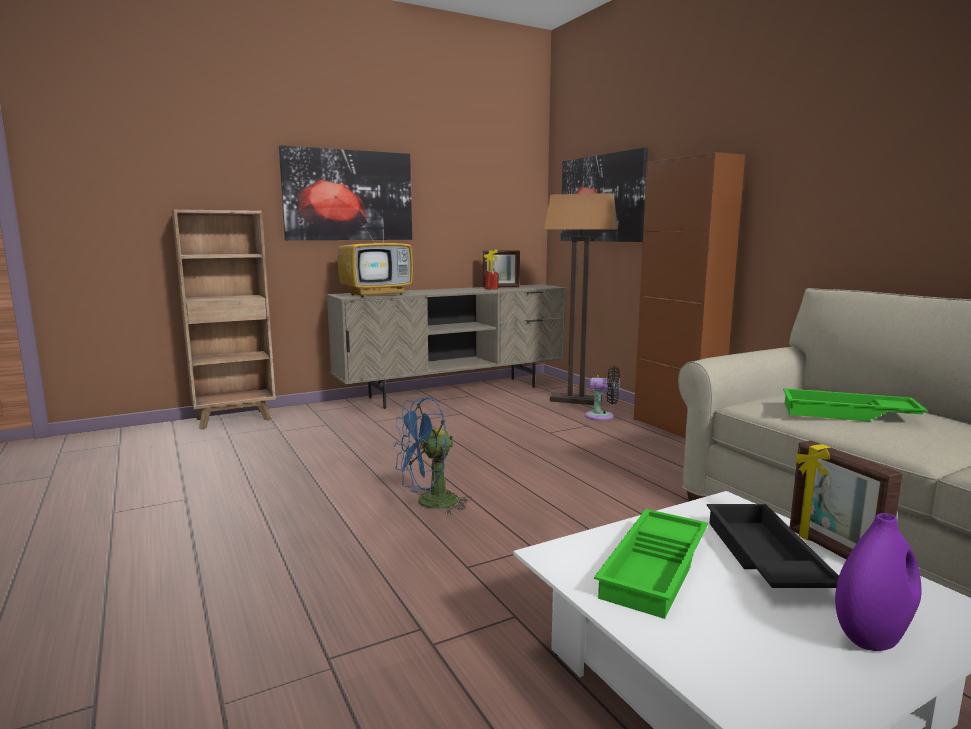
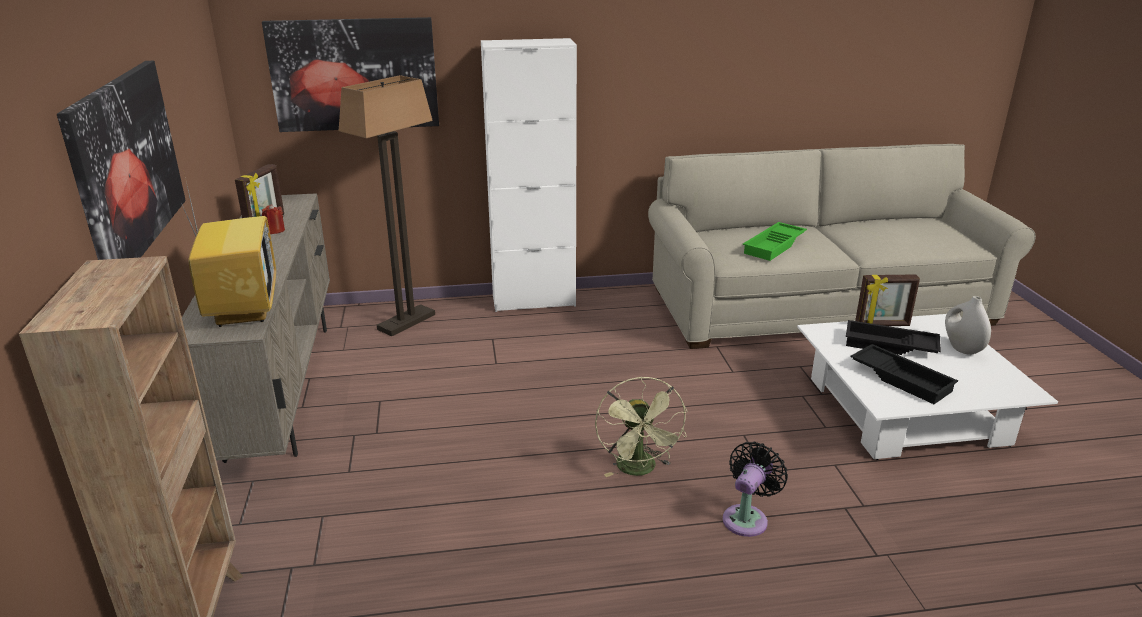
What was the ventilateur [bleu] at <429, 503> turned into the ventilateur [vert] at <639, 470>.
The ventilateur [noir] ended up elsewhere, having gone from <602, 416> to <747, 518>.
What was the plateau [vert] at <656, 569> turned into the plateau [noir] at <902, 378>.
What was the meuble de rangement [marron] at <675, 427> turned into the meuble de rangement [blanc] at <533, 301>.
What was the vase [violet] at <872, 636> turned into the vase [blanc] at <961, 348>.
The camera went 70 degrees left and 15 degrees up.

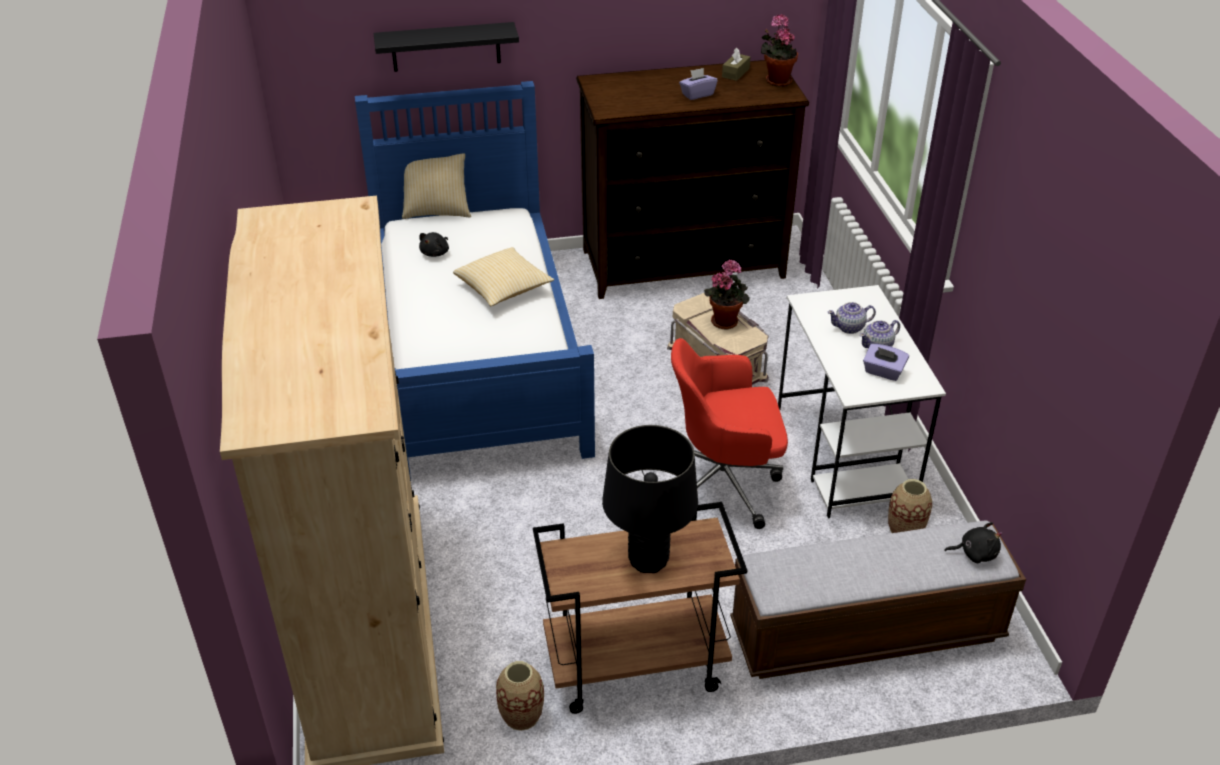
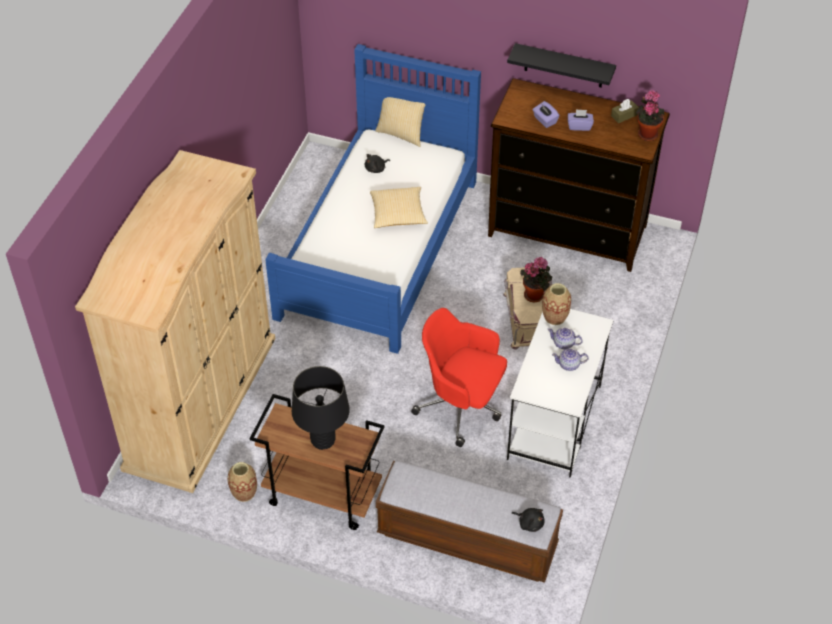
The étagère [noir] ended up elsewhere, having gone from <446, 47> to <564, 66>.
The boîte à mouchoirs [violet] ended up elsewhere, having gone from <883, 372> to <545, 120>.
The vase ended up elsewhere, having gone from <905, 530> to <554, 317>.
The camera went 30 degrees right and 10 degrees up.

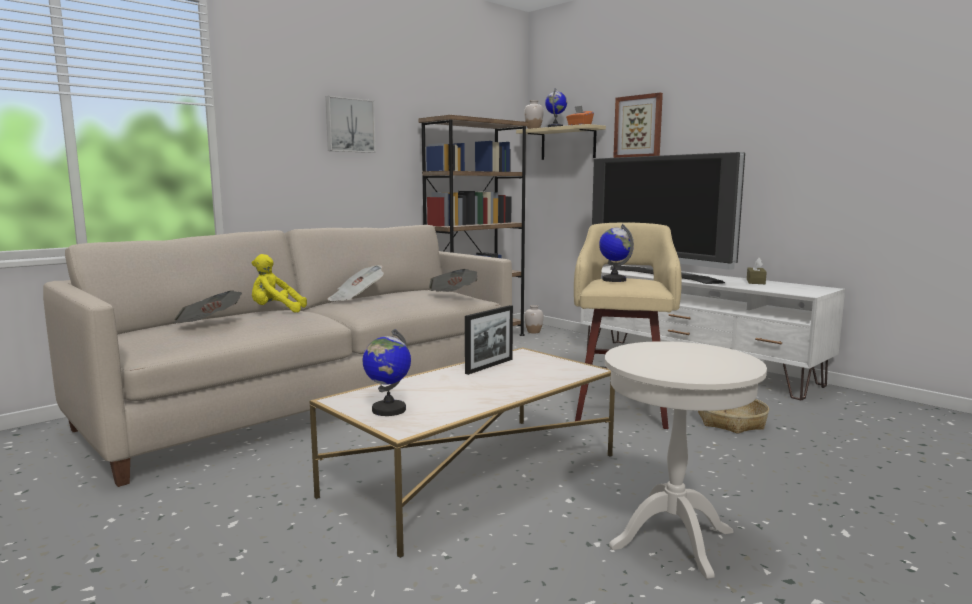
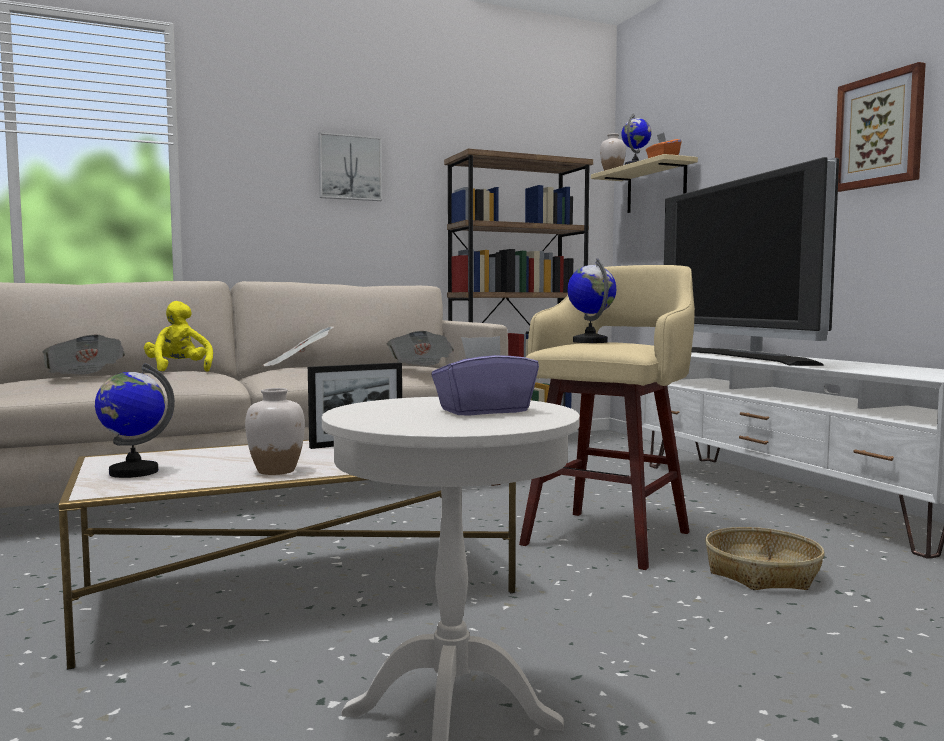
The peluche [jaune] at <275, 311> ended up facing another way, 45 degrees clockwise from before.
The vase [blanc] ended up elsewhere, having gone from <533, 332> to <276, 471>.
The tableau ended up elsewhere, having gone from <638, 127> to <879, 131>.
The second view lost the boîte à mouchoirs [marron] at <755, 282>.
The second view gained the boîte à mouchoirs [violet] at <484, 411>.
The camera went 20 degrees right and 5 degrees down.

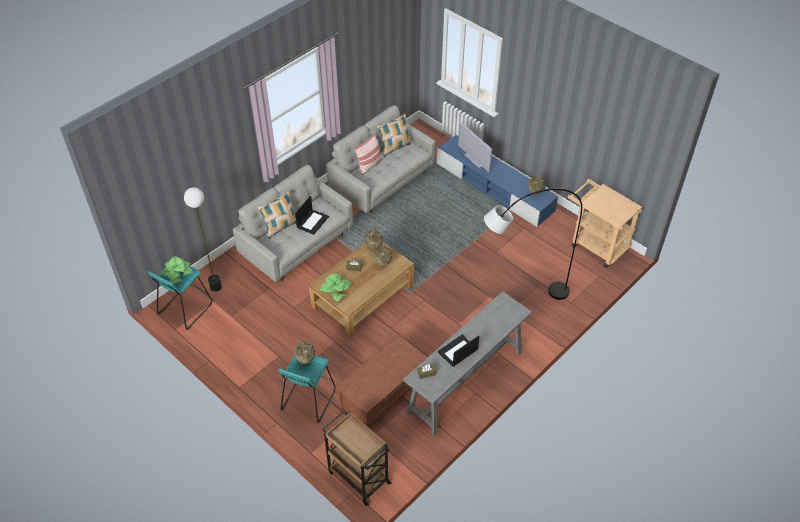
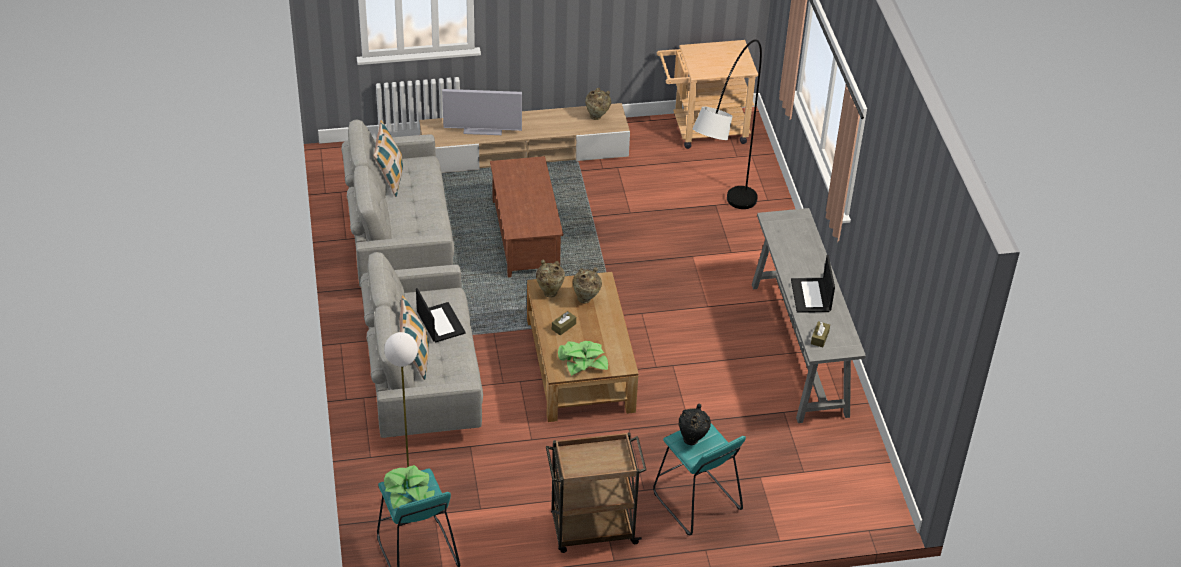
What was the vase [beige] at <305, 362> turned into the vase [noir] at <692, 439>.
The chariot [marron] ended up elsewhere, having gone from <358, 476> to <592, 529>.
The table basse [marron] ended up elsewhere, having gone from <383, 394> to <524, 236>.
The second view lost the coussin at <369, 165>.
What was the meuble télé [bleu] at <494, 187> turned into the meuble télé [beige] at <525, 152>.
The camera went 55 degrees left and 5 degrees down.

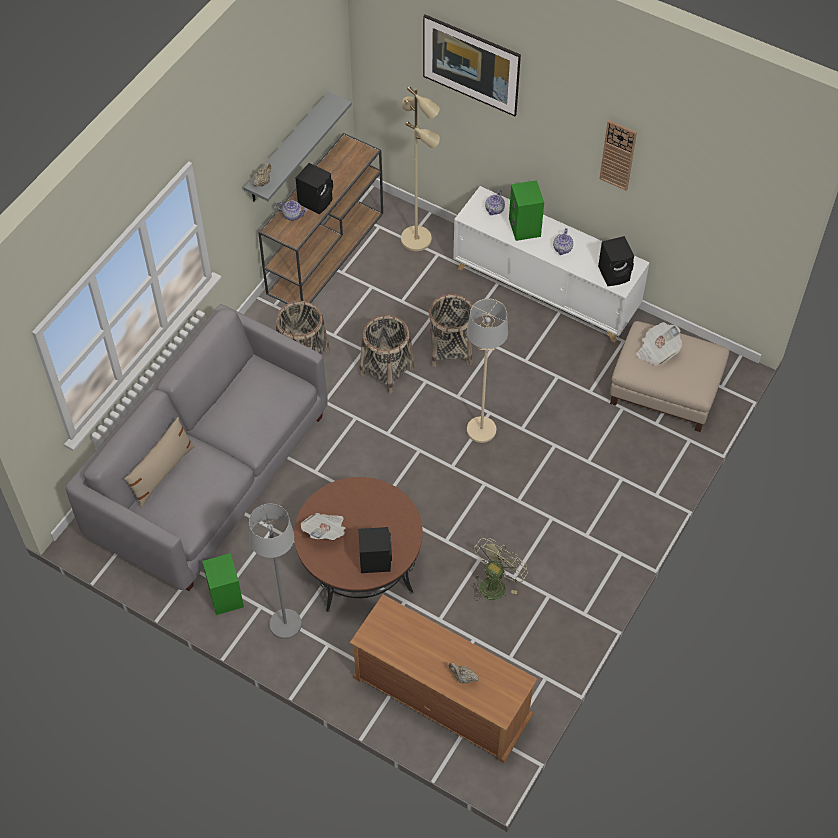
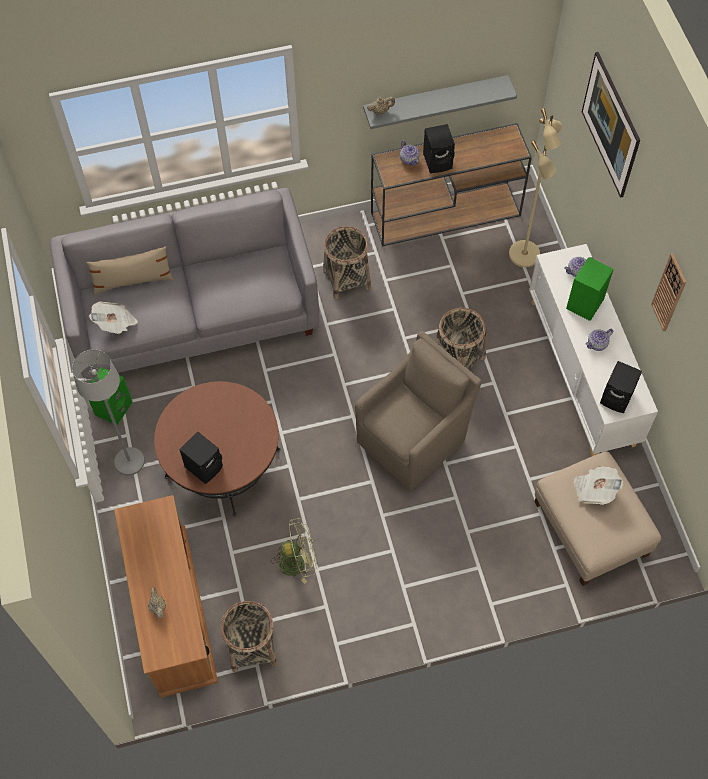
The journal ended up elsewhere, having gone from <325, 532> to <115, 323>.
The panier ended up elsewhere, having gone from <386, 370> to <252, 646>.
Where the lampadaire [beige] stood at <481, 430>, the fauteuil [marron] came to stand at <414, 439>.
The camera went 45 degrees right and 5 degrees up.

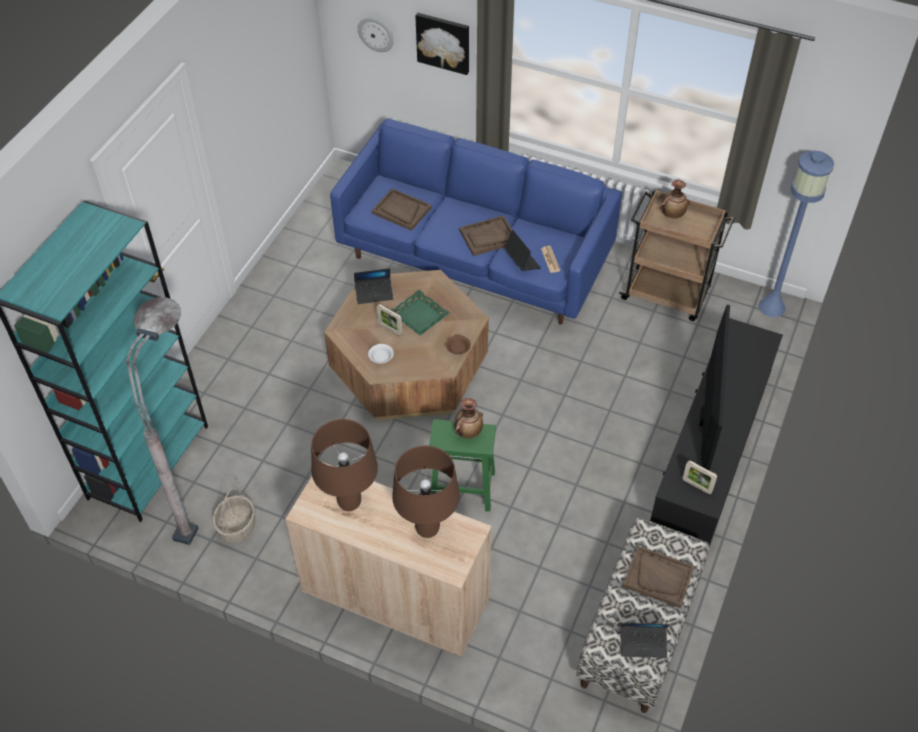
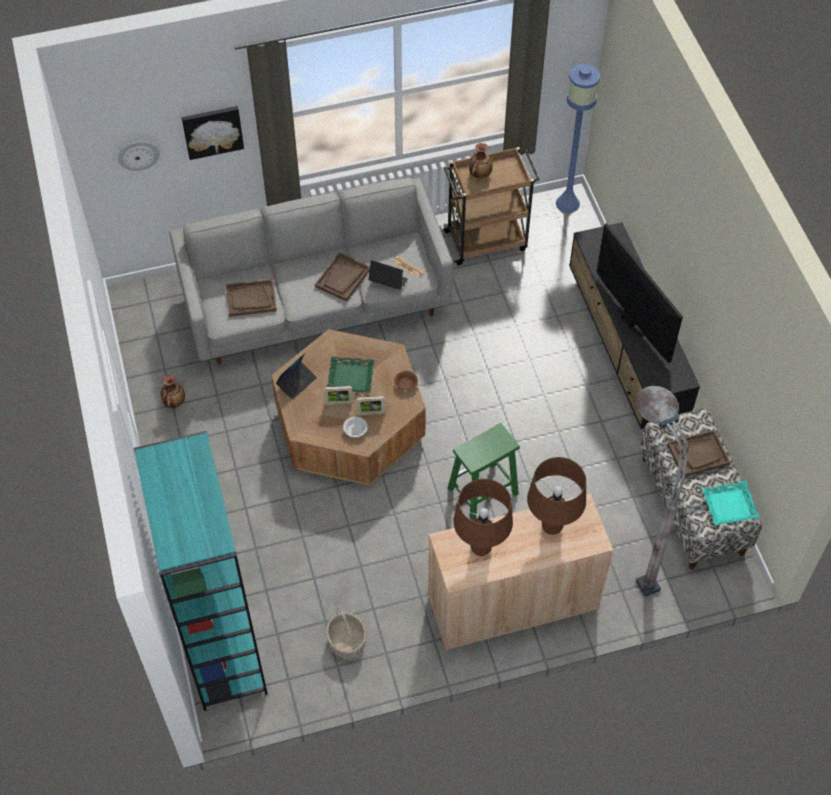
The lampadaire [gris] ended up elsewhere, having gone from <204, 500> to <630, 553>.
What was the canapé [bleu] at <475, 260> turned into the canapé [gris] at <316, 304>.
The vase ended up elsewhere, having gone from <468, 431> to <174, 402>.
Where the ordinateur portable stood at <643, 644>, the plateau [turquoise] came to stand at <729, 505>.
The cadre photo ended up elsewhere, having gone from <697, 486> to <371, 413>.
The camera went 40 degrees left and 5 degrees up.

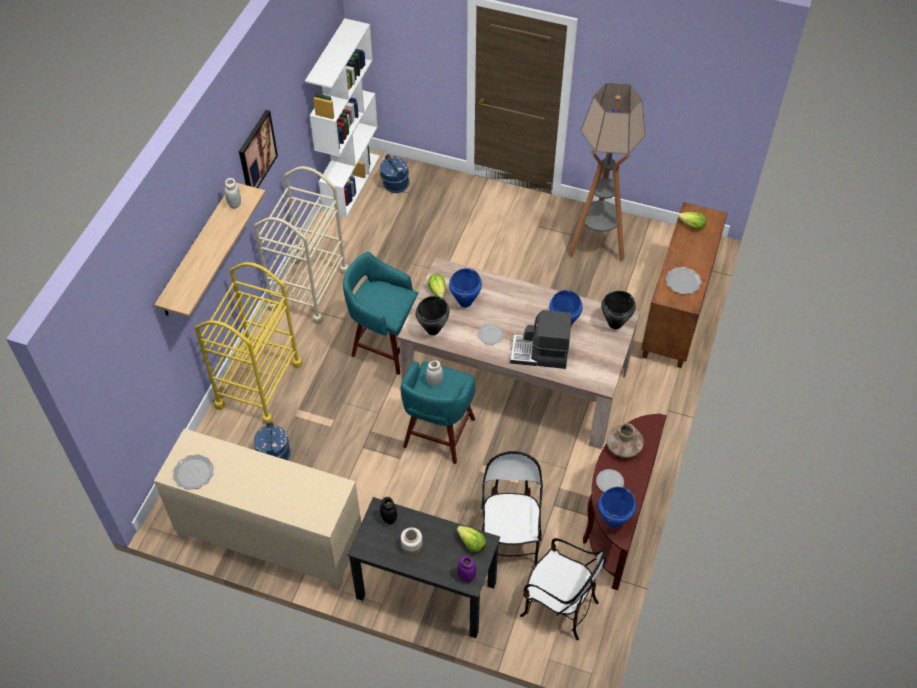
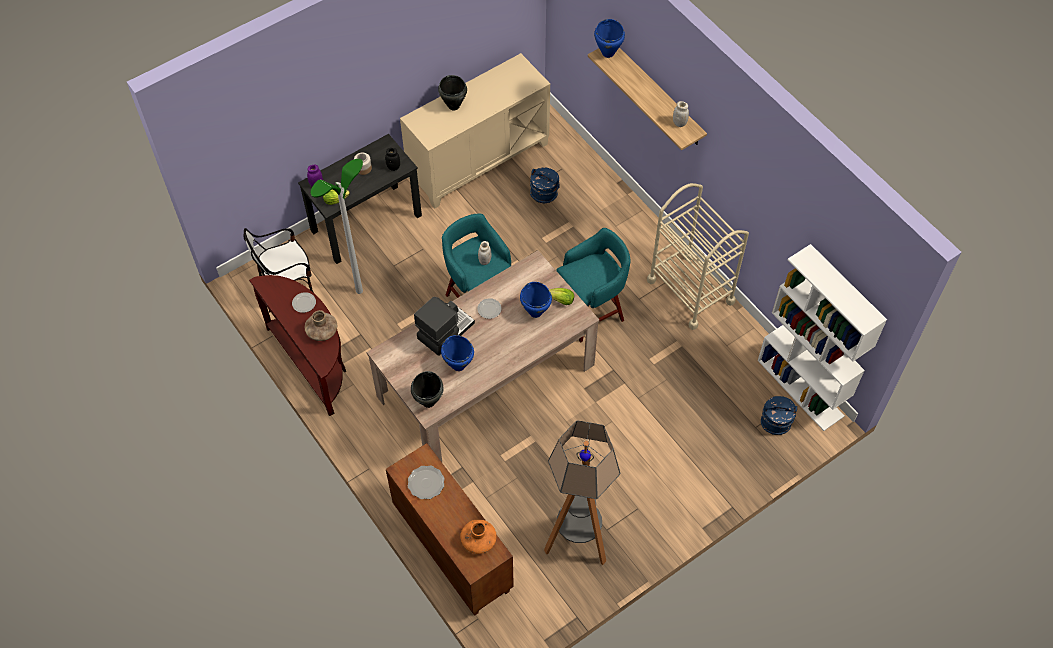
The second view lost the assiette at <193, 473>.
The second view lost the chariot [jaune] at <259, 385>.
The second view lost the tableau at <256, 153>.
The marmite [noir] ended up elsewhere, having gone from <433, 330> to <453, 106>.
Where the chaise stood at <509, 539>, the lampadaire came to stand at <359, 291>.
The marmite [bleu] ended up elsewhere, having gone from <613, 521> to <608, 53>.
Where the laitue stood at <692, 226>, the vase [orange] came to stand at <478, 540>.
The camera went 125 degrees right and 5 degrees up.

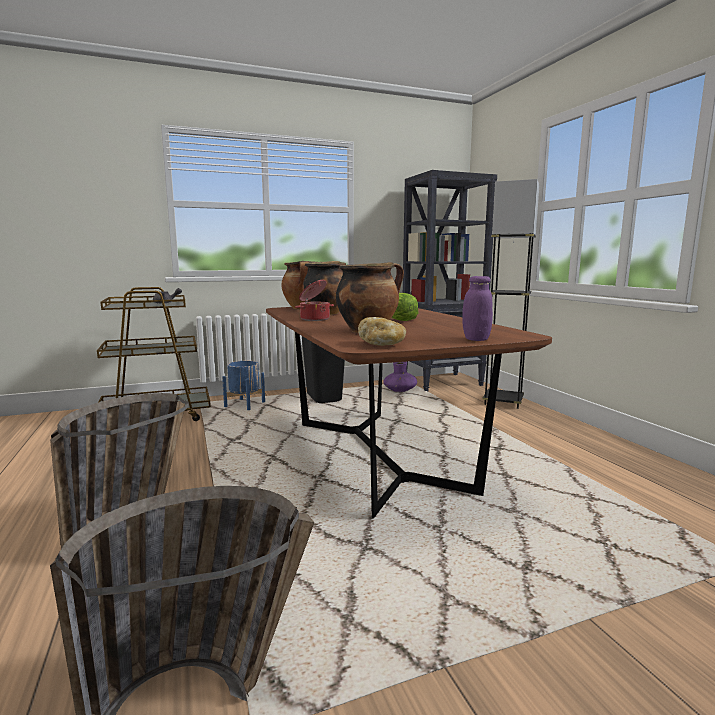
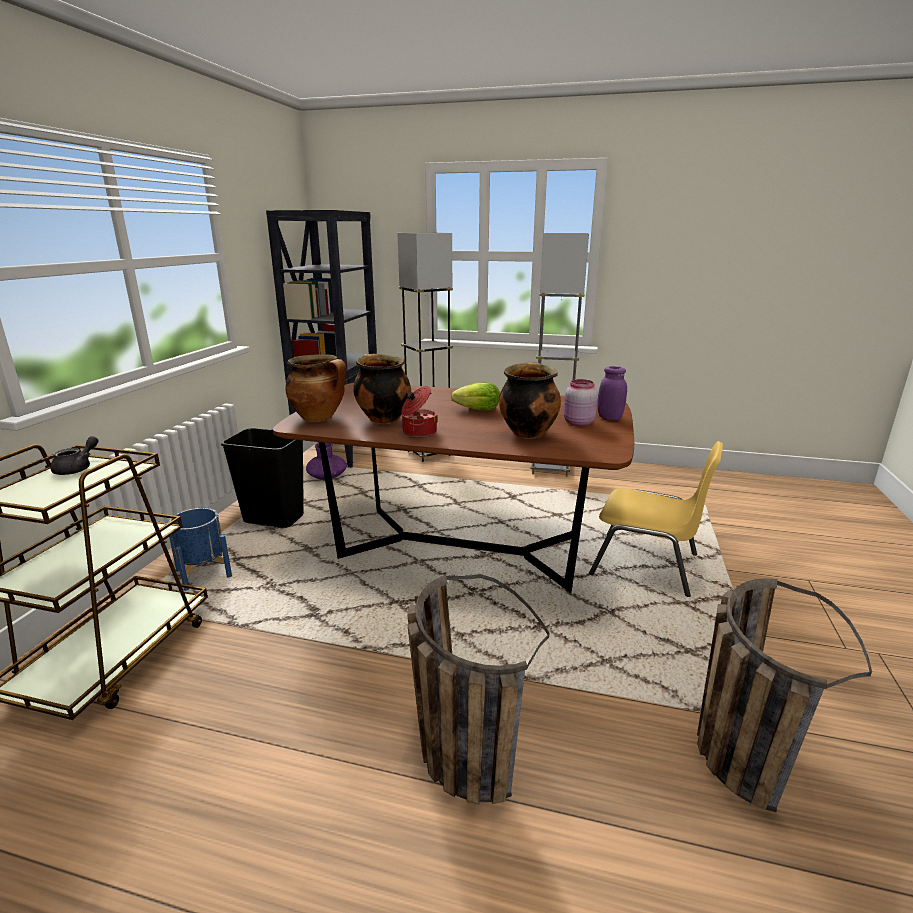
The second view lost the pain at <382, 344>.
The second view gained the lampadaire [gris] at <550, 468>.
The second view gained the bocal [rose] at <577, 423>.
The second view gained the chaise [jaune] at <646, 565>.
The camera went 55 degrees left and 10 degrees up.

